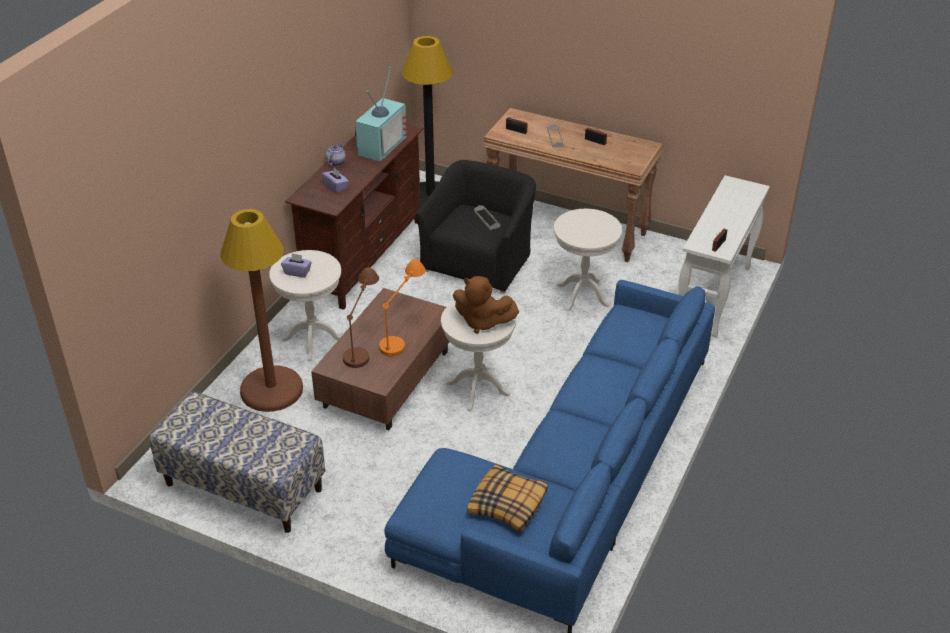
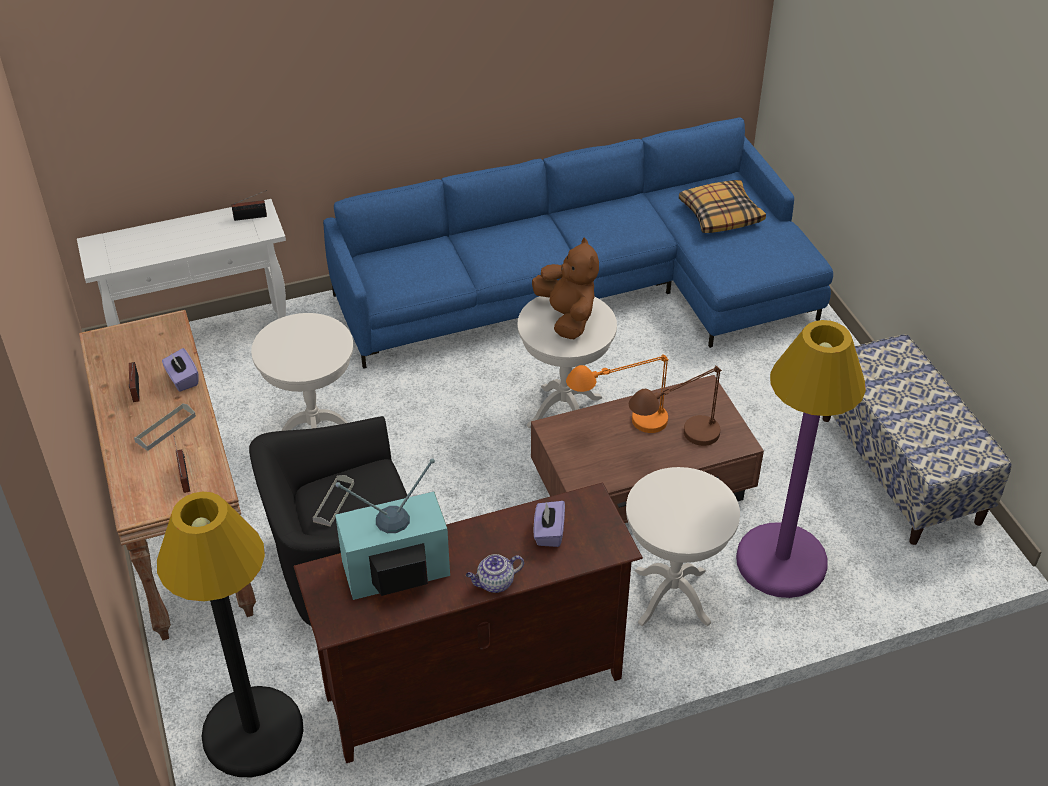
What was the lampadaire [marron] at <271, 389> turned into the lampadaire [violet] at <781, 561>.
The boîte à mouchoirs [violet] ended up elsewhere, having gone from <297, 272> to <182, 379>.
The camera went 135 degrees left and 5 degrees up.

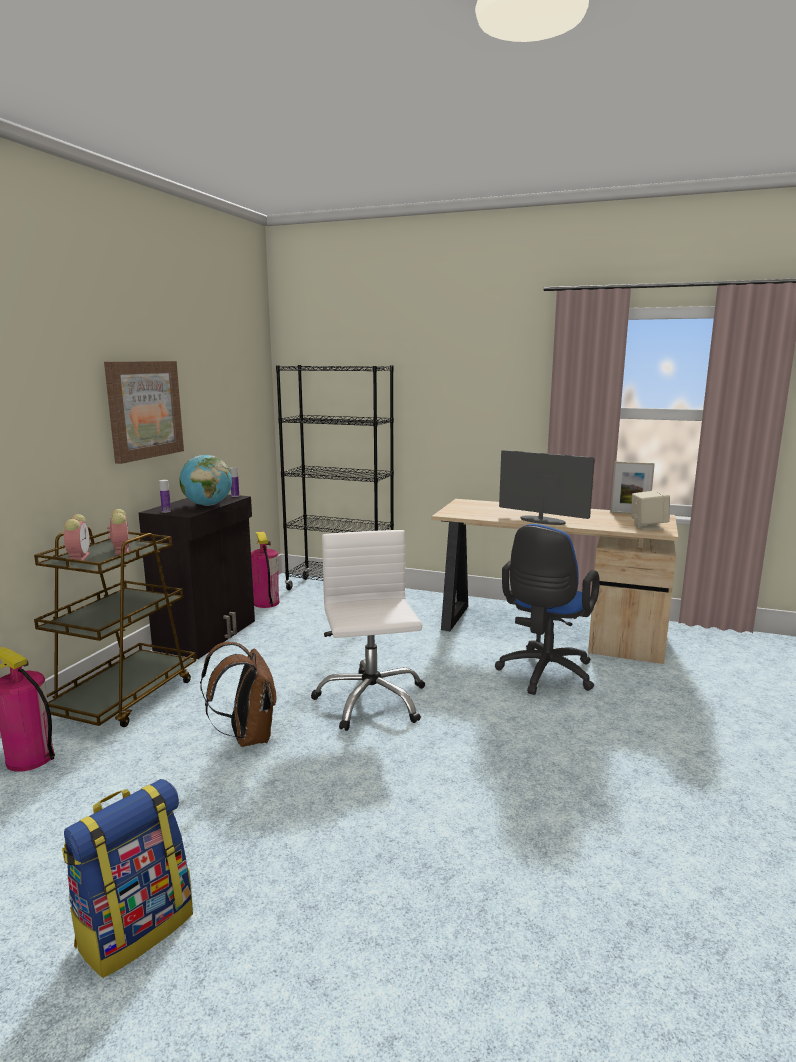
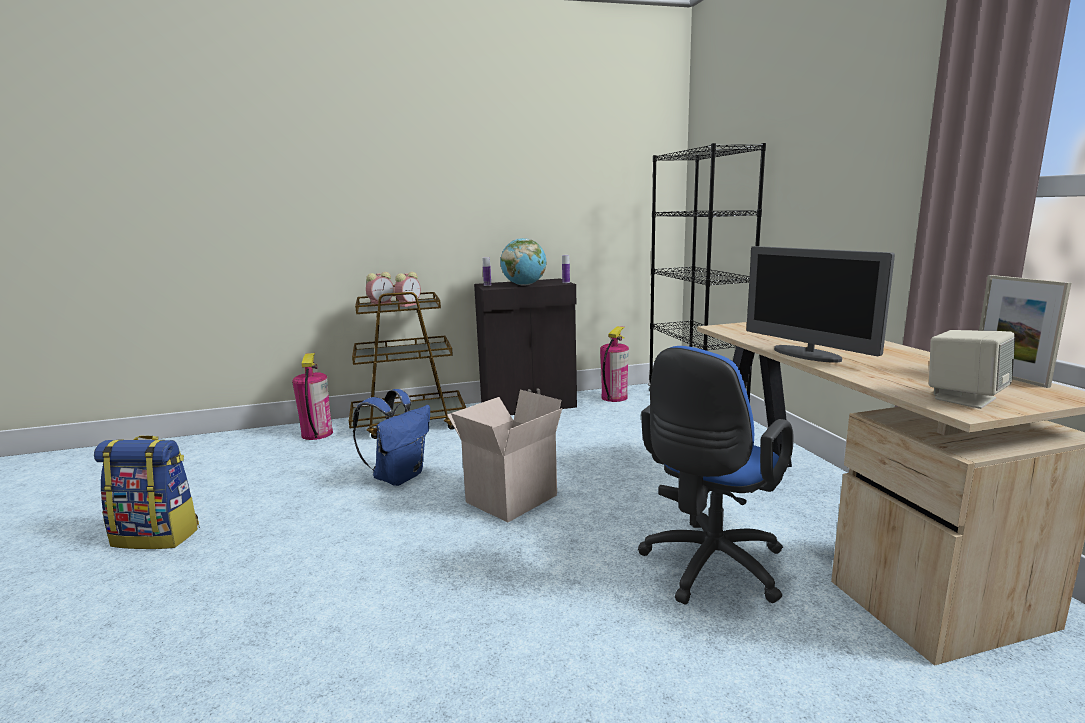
The second view lost the tableau at <144, 409>.
What was the sac à dos [marron] at <247, 737> turned into the sac à dos [bleu] at <399, 476>.
Where the chaise de bureau [blanc] stood at <370, 700>, the carton came to stand at <510, 497>.
The chaise de bureau [bleu] at <544, 675> ended up facing another way, 45 degrees counterclockwise from before.
The écran d'ordinateur at <542, 521> ended up facing another way, 150 degrees clockwise from before.
The camera went 55 degrees right and 0 degrees up.

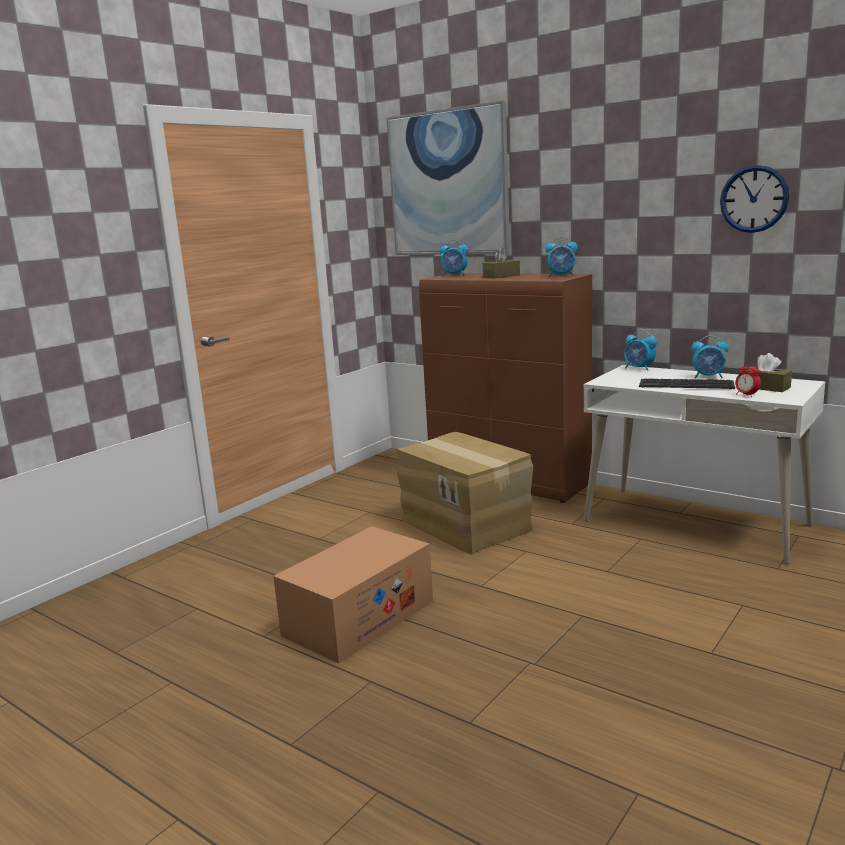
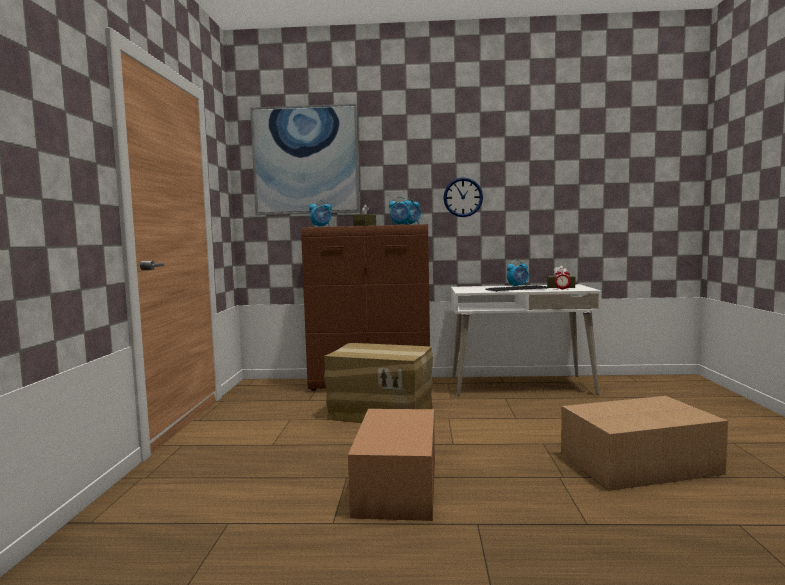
The réveil ended up elsewhere, having gone from <639, 368> to <400, 224>.
The horloge murale ended up elsewhere, having gone from <754, 199> to <463, 197>.
The second view gained the carton at <641, 464>.
The camera went 35 degrees left and 10 degrees down.

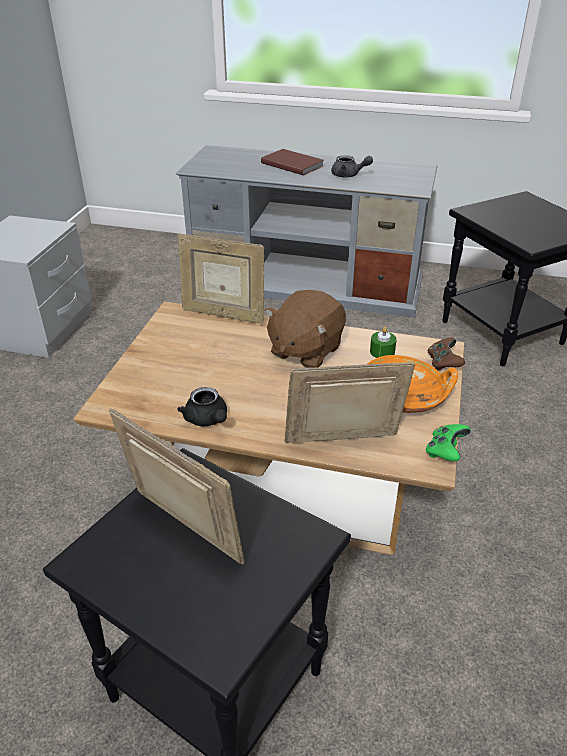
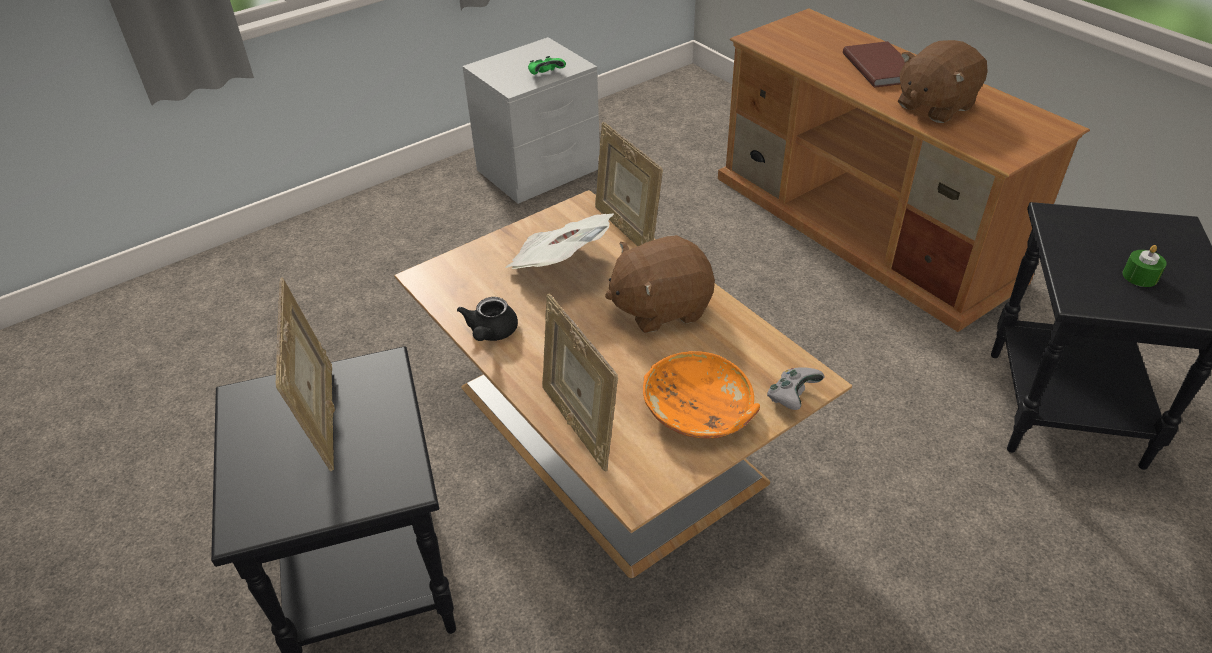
What was the meuble télé [gris] at <307, 282> turned into the meuble télé [marron] at <865, 227>.
The cadre photo at <343, 444> ended up facing another way, 150 degrees counterclockwise from before.
Where the théière [gris] stood at <348, 175>, the peluche [marron] came to stand at <934, 106>.
The bougie [vert] ended up elsewhere, having gone from <382, 352> to <1140, 276>.
The manette [vert] ended up elsewhere, having gone from <445, 451> to <546, 75>.
What was the manette [marron] at <443, 363> turned into the manette [gris] at <792, 397>.
The second view gained the journal at <560, 264>.
The camera went 40 degrees right and 5 degrees up.

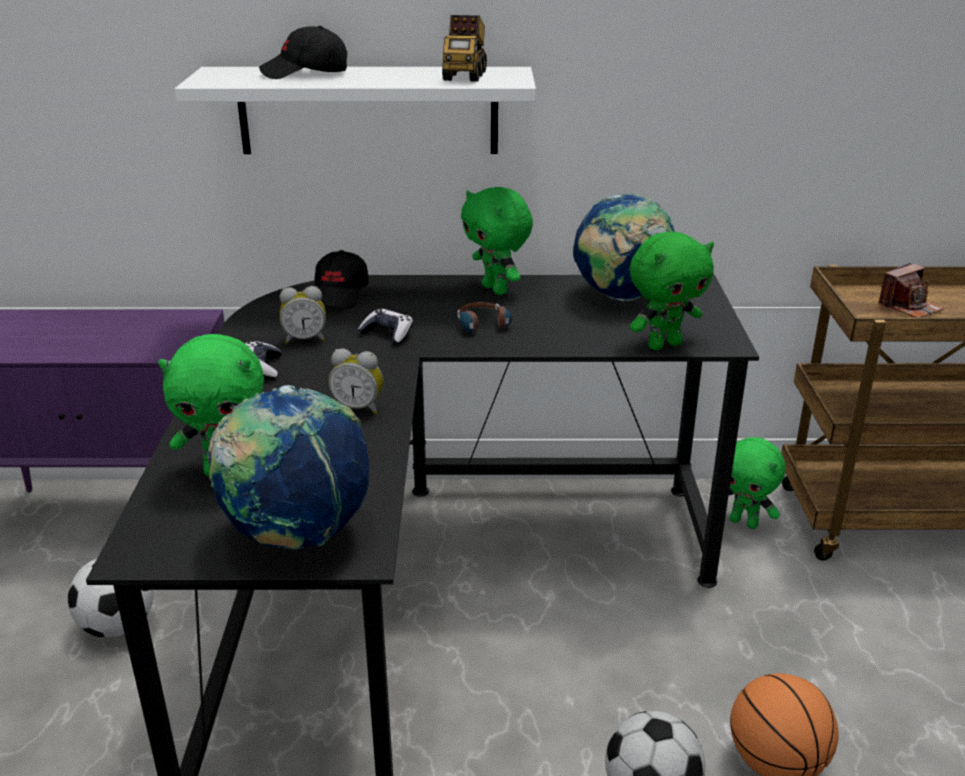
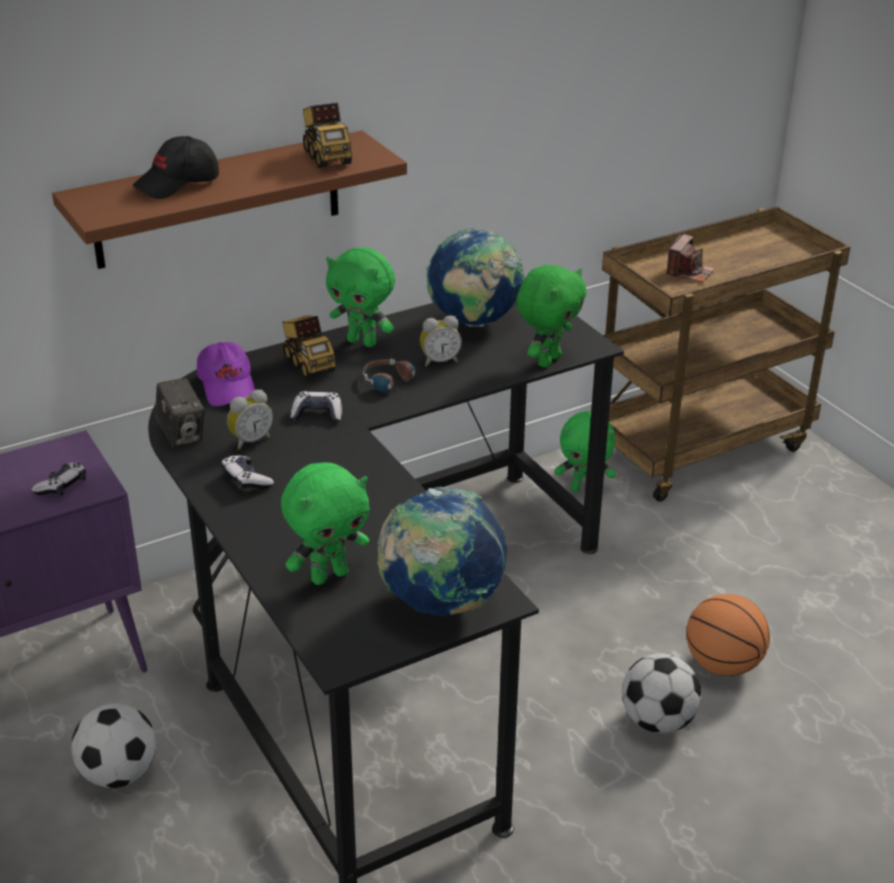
What was the étagère [blanc] at <368, 110> turned into the étagère [marron] at <218, 200>.
What was the casquette [noir] at <339, 295> turned into the casquette [violet] at <228, 386>.
The réveil ended up elsewhere, having gone from <359, 408> to <439, 361>.
The second view gained the manette at <62, 486>.
The second view gained the appareil photo at <182, 435>.
The second view gained the camion jouet at <308, 364>.
The camera went 30 degrees left and 5 degrees up.

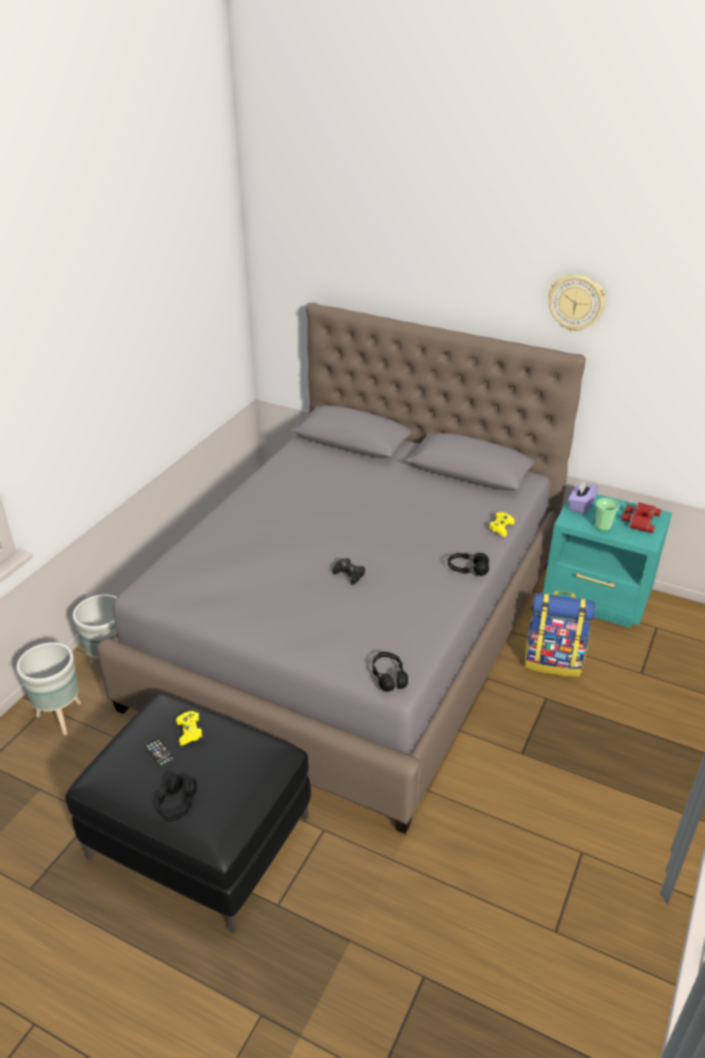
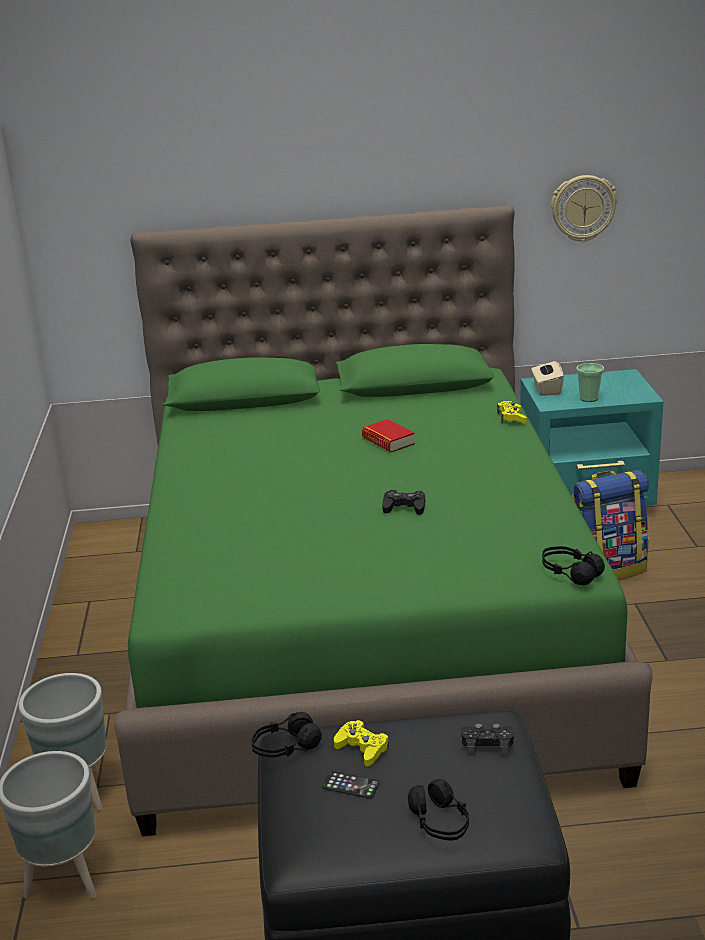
What was the lit [gris] at <353, 630> turned into the lit [vert] at <362, 627>.
The casque audio [noir] ended up elsewhere, having gone from <467, 569> to <285, 747>.
The horloge murale ended up elsewhere, having gone from <576, 302> to <583, 208>.
What was the boîte à mouchoirs [violet] at <581, 506> turned into the boîte à mouchoirs [beige] at <546, 389>.
The second view lost the jumelles [rouge] at <639, 520>.
The second view gained the livre at <388, 441>.
The second view gained the manette [noir] at <487, 743>.
The camera went 30 degrees left and 10 degrees down.

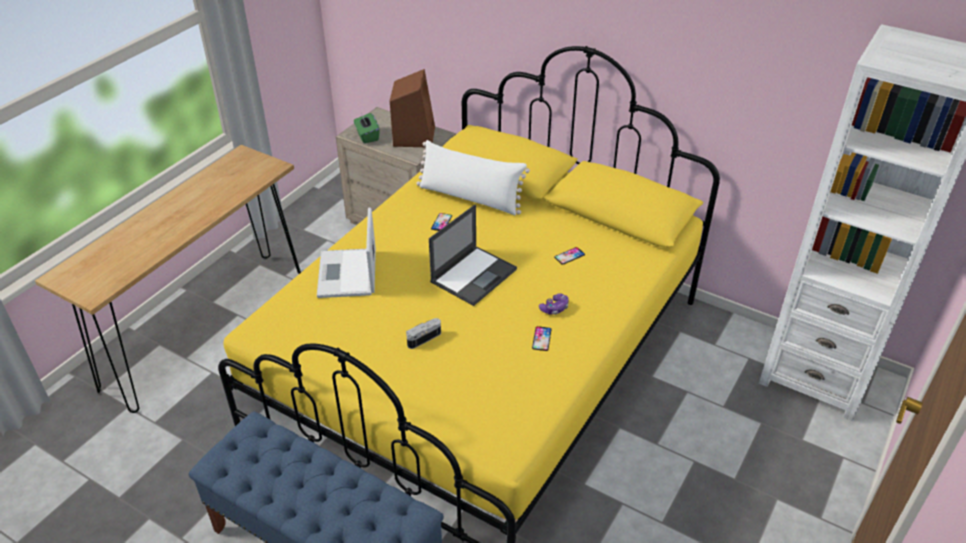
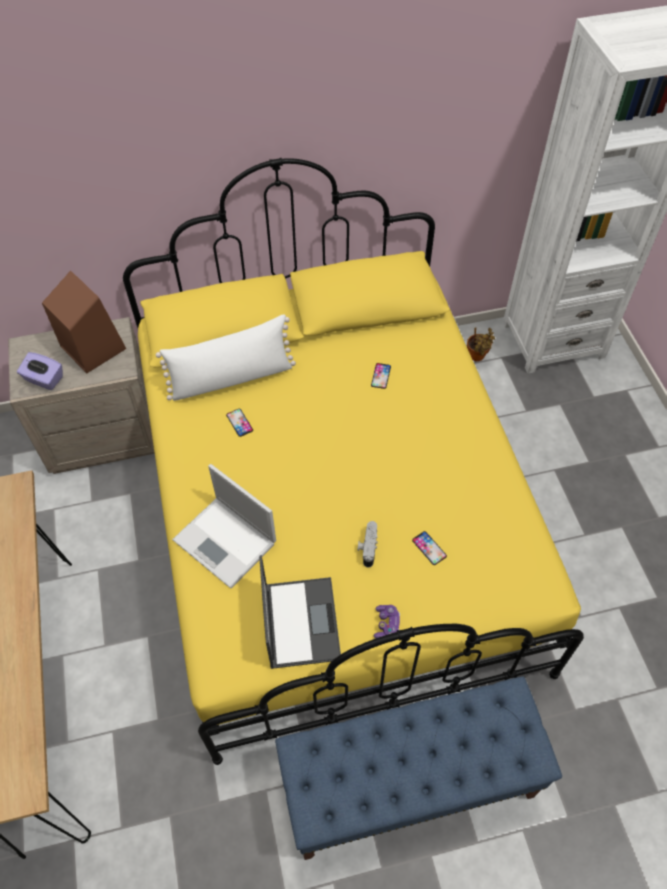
What was the boîte à mouchoirs [vert] at <367, 136> turned into the boîte à mouchoirs [violet] at <44, 379>.
The ordinateur portable ended up elsewhere, having gone from <474, 275> to <301, 621>.
The téléphone ended up elsewhere, having gone from <541, 339> to <429, 548>.
The manette ended up elsewhere, having gone from <554, 308> to <386, 625>.
The second view gained the plante en pot at <477, 357>.
The camera went 45 degrees left and 15 degrees up.

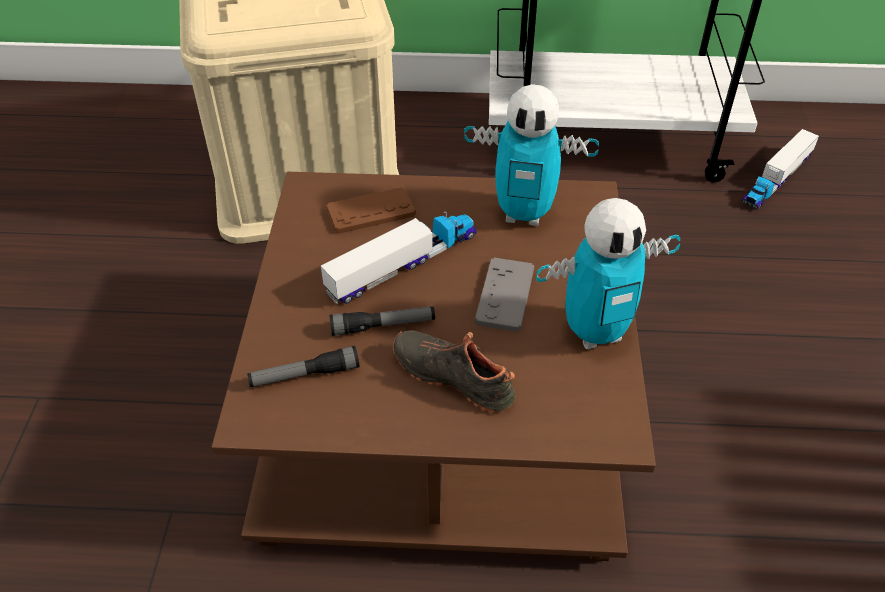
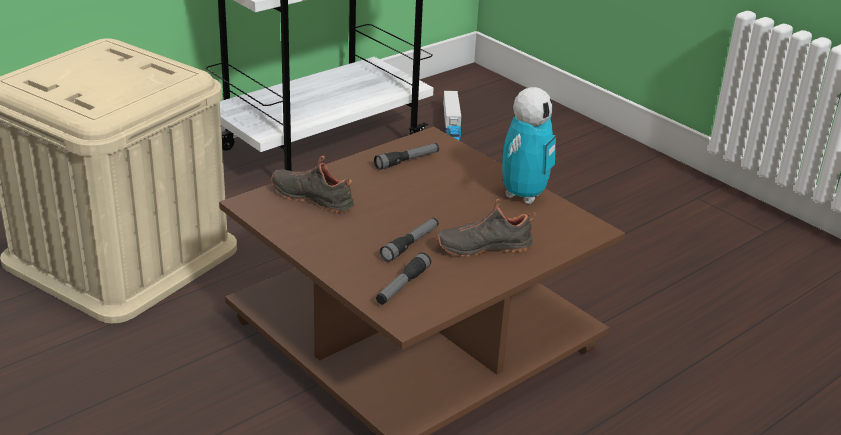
The second view lost the camion jouet at <403, 264>.
Where the manette [marron] stood at <371, 212>, the chaussure [noir] came to stand at <313, 197>.
Where the robot jouet stood at <524, 214>, the lampe de poche came to stand at <407, 161>.
The second view lost the manette [gris] at <505, 295>.
The camera went 45 degrees left and 15 degrees down.

